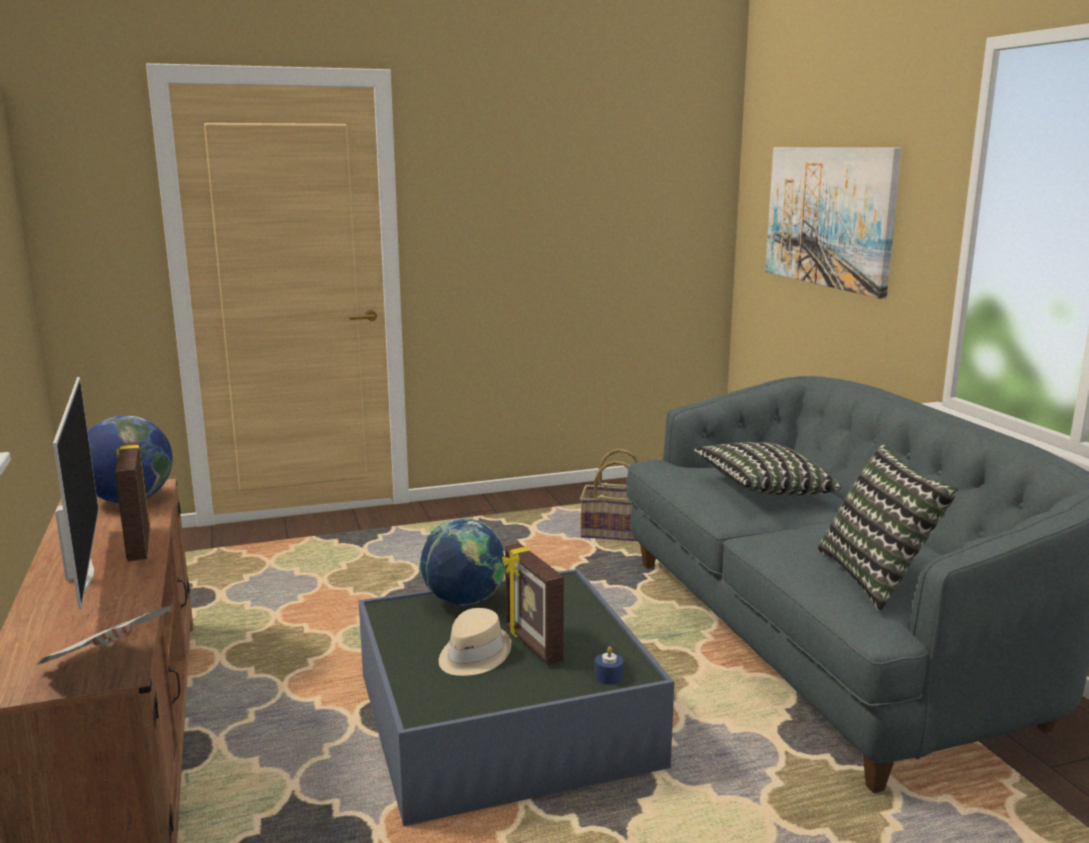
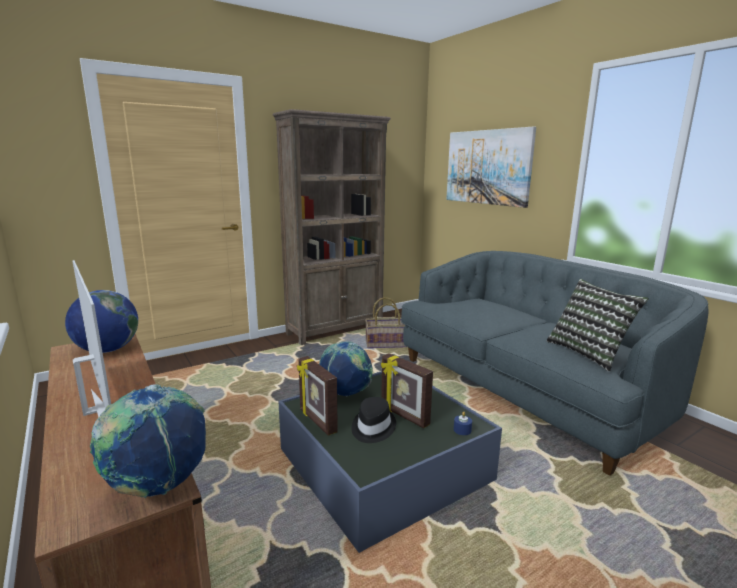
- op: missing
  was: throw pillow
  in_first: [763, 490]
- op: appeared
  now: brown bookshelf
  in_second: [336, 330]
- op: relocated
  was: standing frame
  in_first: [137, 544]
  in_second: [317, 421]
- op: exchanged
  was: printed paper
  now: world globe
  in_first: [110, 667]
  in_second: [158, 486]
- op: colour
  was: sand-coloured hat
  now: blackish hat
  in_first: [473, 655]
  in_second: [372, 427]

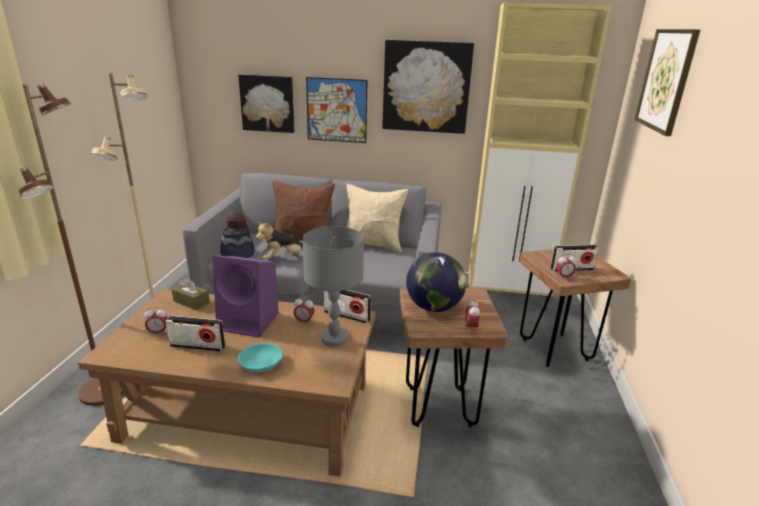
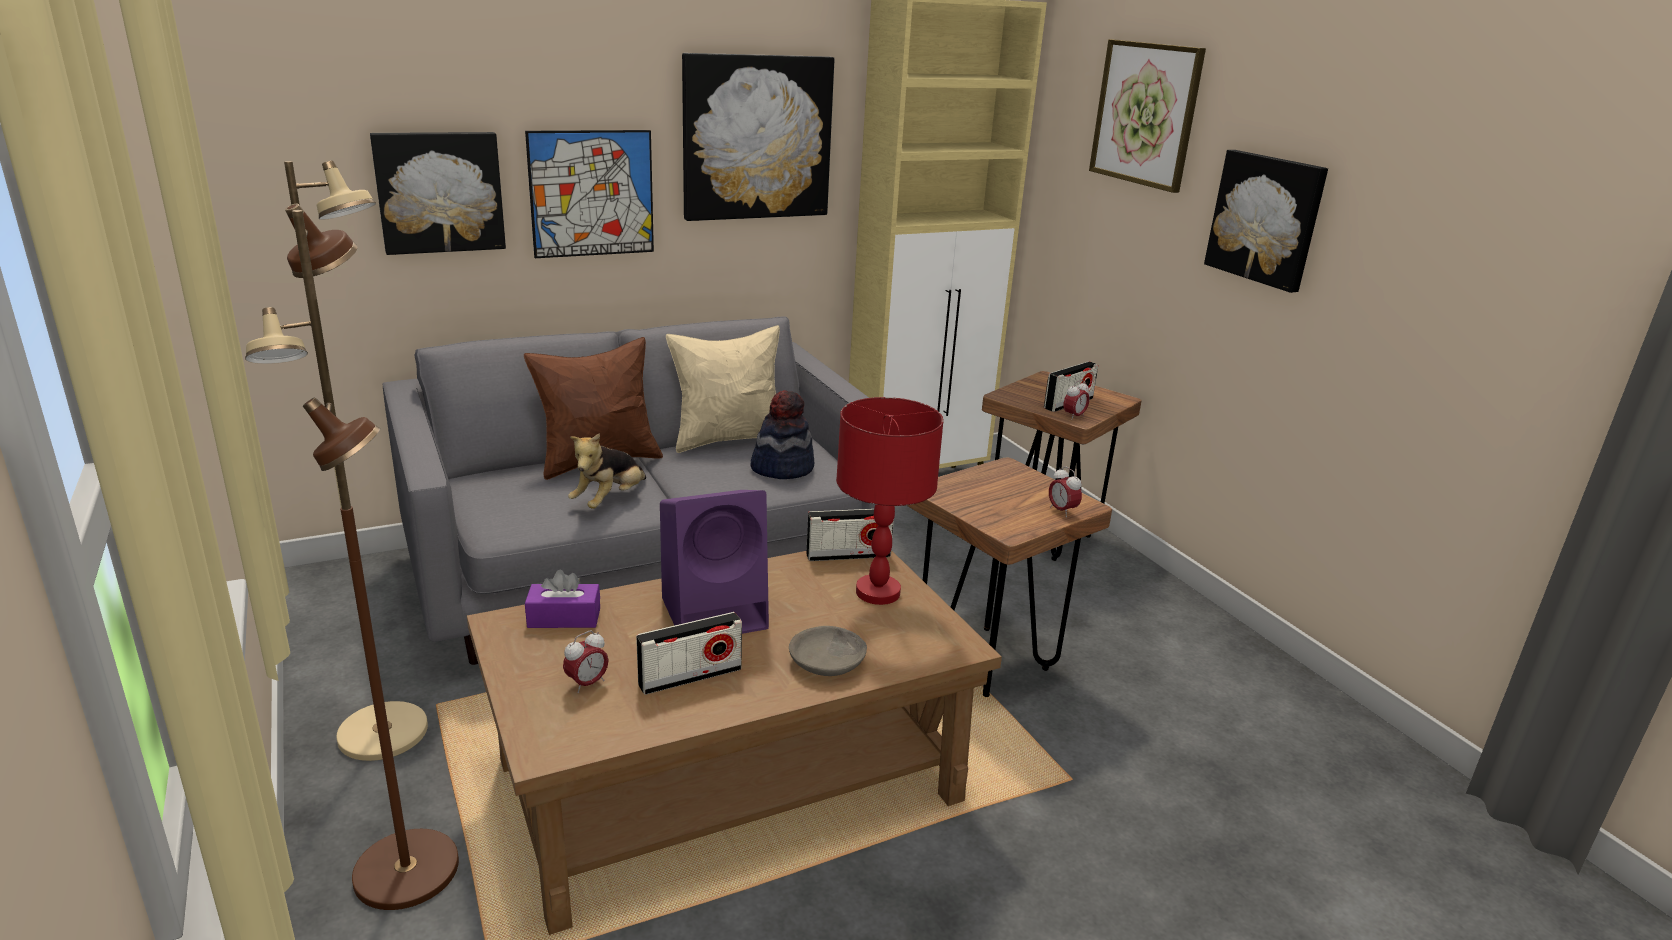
- op: missing
  was: bedside clock
  in_first: [304, 321]
- op: missing
  was: world globe
  in_first: [433, 307]
- op: appeared
  now: wall picture
  in_second: [1266, 219]
- op: relocated
  was: hat
  in_first: [238, 254]
  in_second: [782, 467]
- op: colour
  was: brown box of tissues
  now: purplish box of tissues
  in_first: [191, 302]
  in_second: [564, 618]
- op: colour
  was: blue-green serving bowl
  now: grey serving bowl
  in_first: [262, 363]
  in_second: [828, 662]
- op: colour
  was: grey table lamp
  now: reddish table lamp
  in_first: [334, 339]
  in_second: [877, 592]

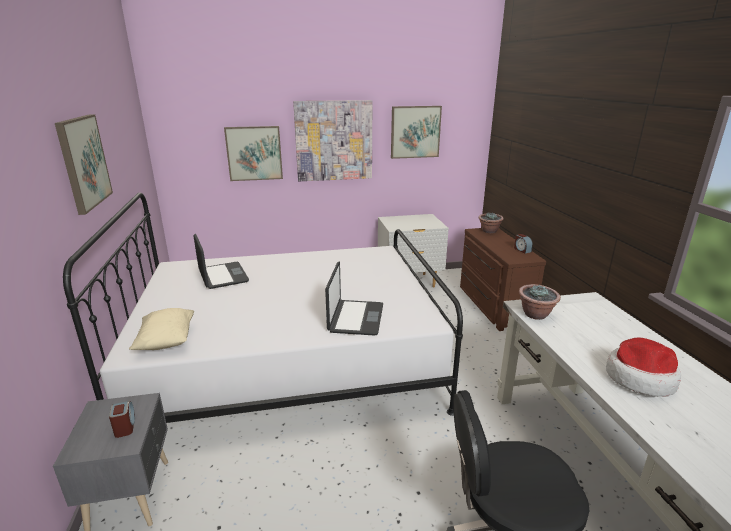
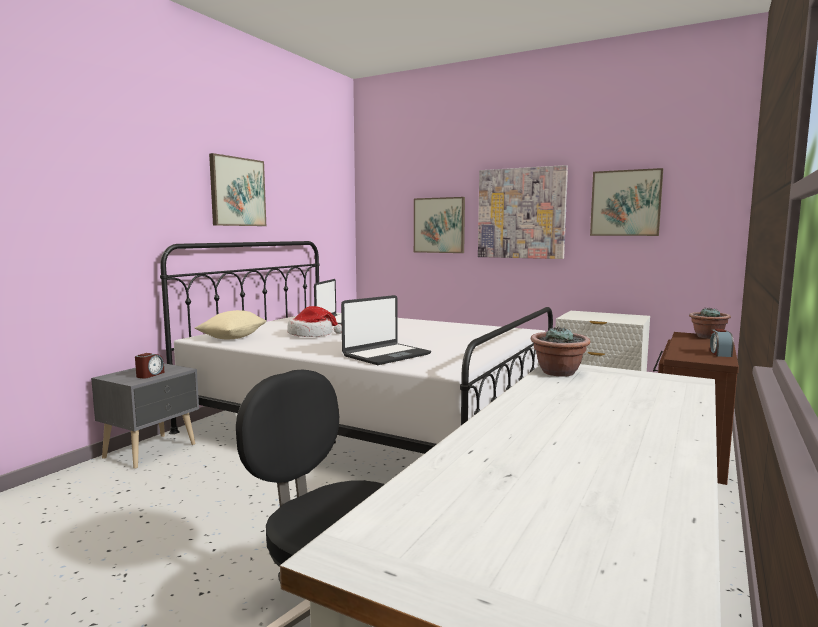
- op: relocated
  was: hat
  in_first: [639, 378]
  in_second: [312, 334]

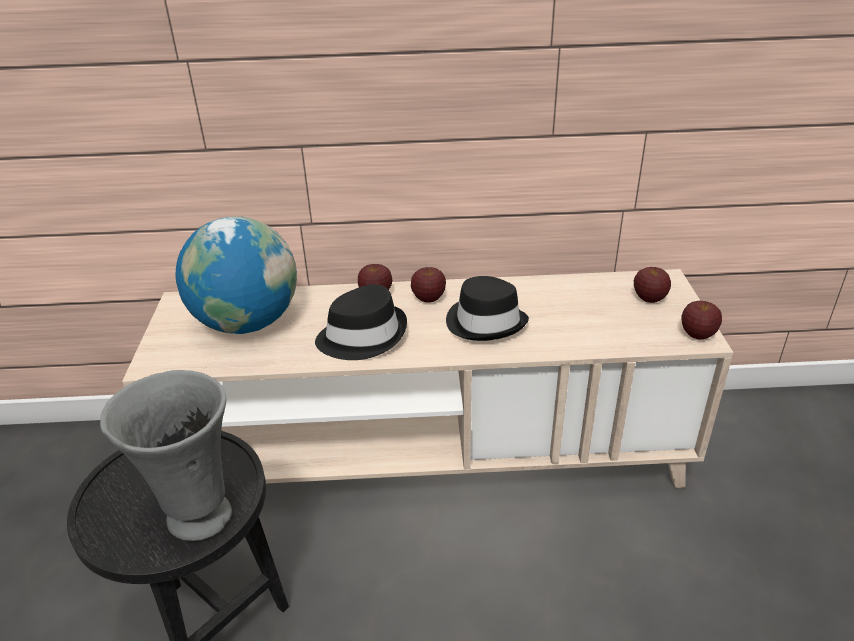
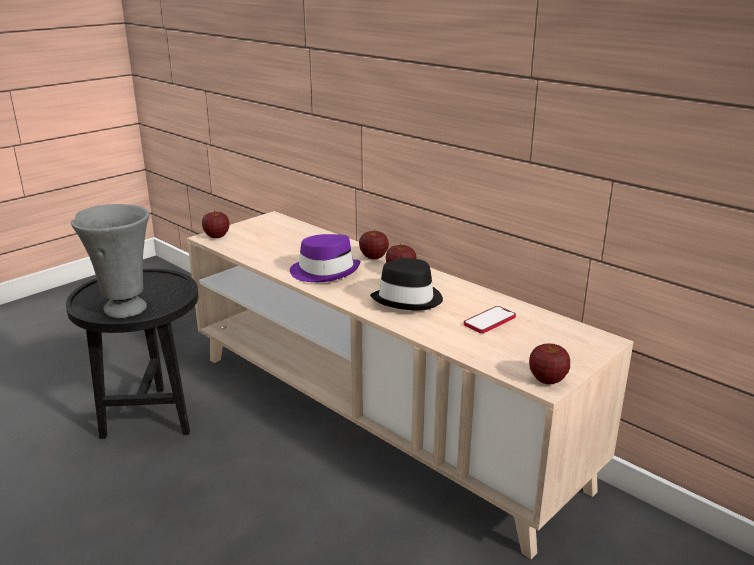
- op: missing
  was: world globe
  in_first: [247, 323]
- op: appeared
  now: phone
  in_second: [489, 321]
- op: relocated
  was: apple fruit
  in_first: [649, 298]
  in_second: [216, 236]
- op: colour
  was: blackish hat
  now: purplish hat
  in_first: [362, 336]
  in_second: [325, 271]

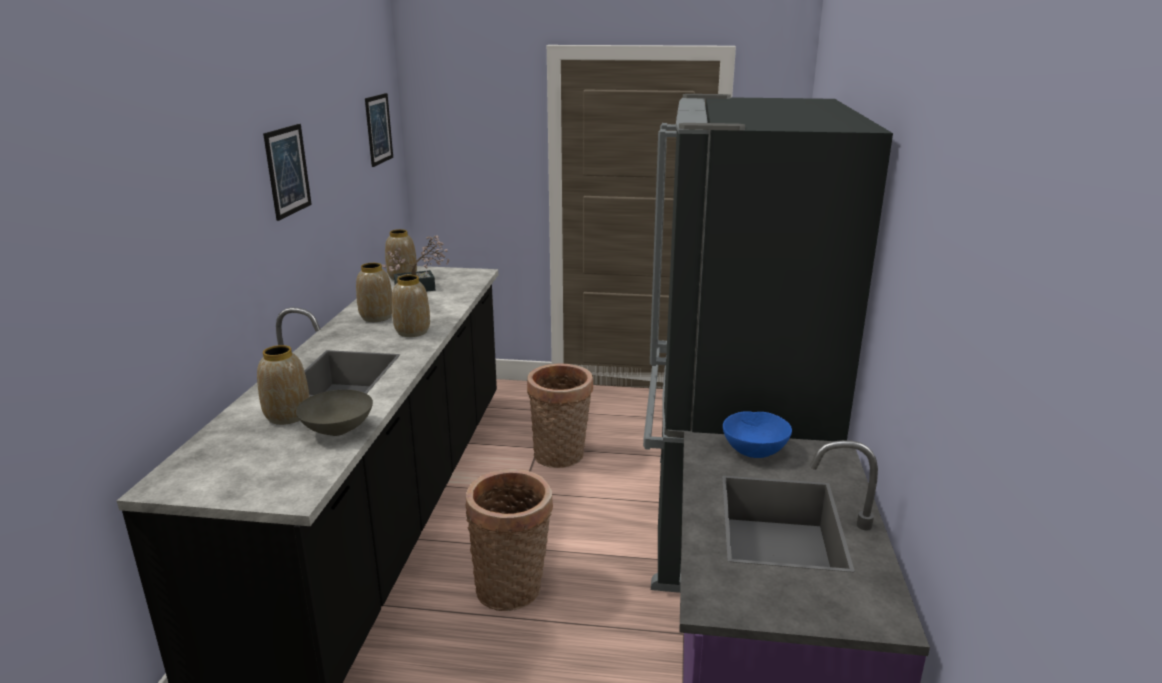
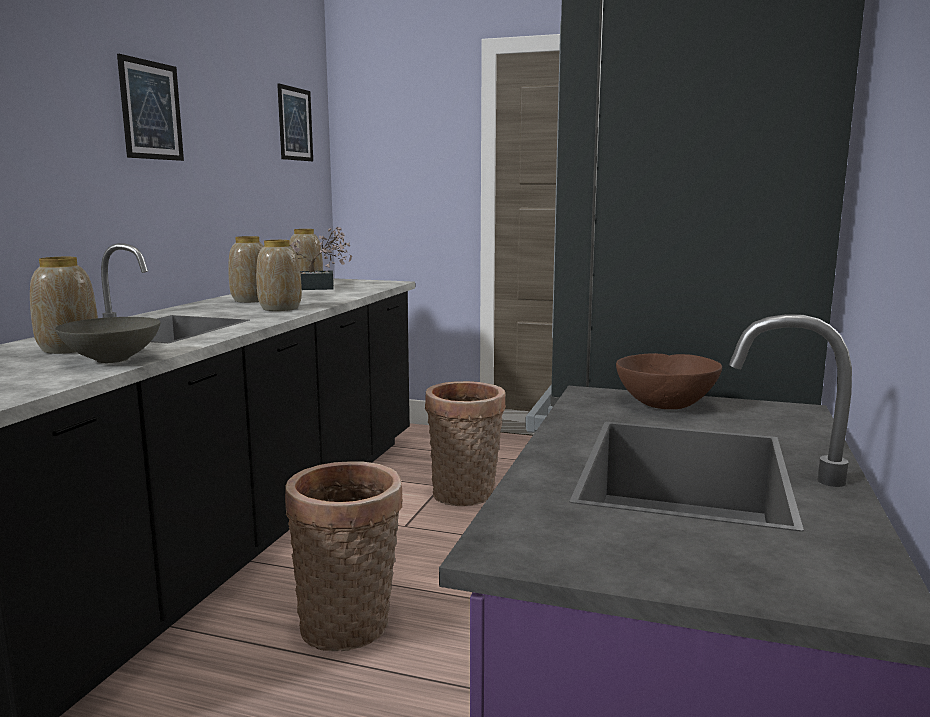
- op: colour
  was: blue-coloured serving bowl
  now: brown serving bowl
  in_first: [754, 450]
  in_second: [665, 404]

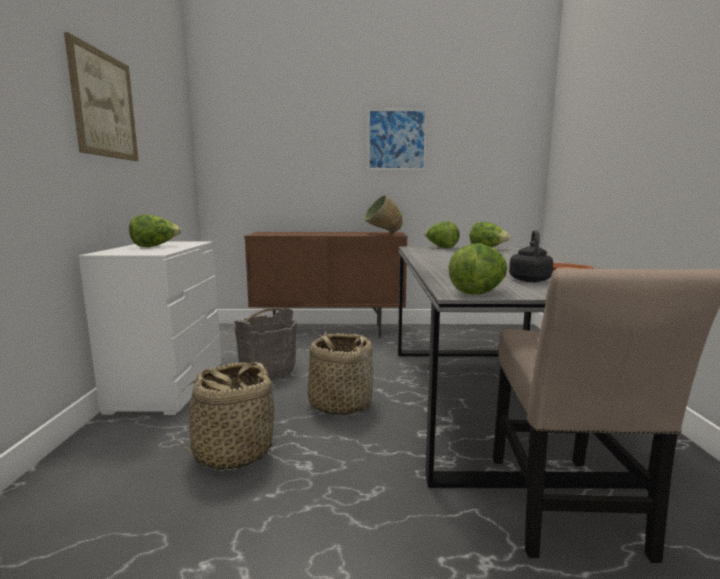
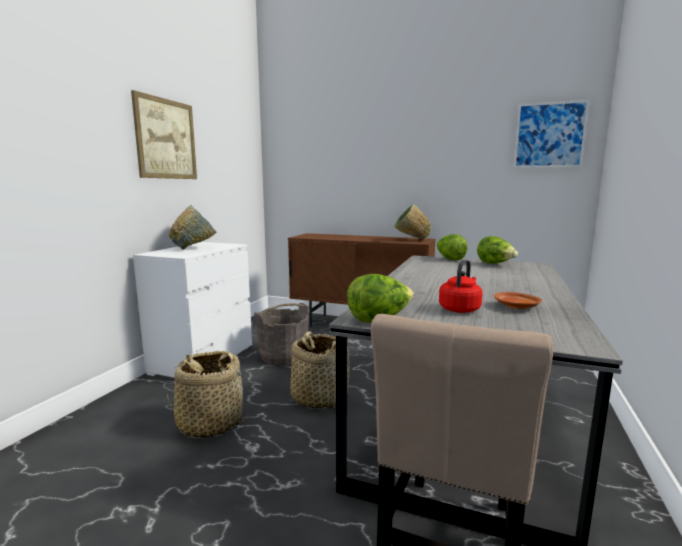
- op: relocated
  was: wall picture
  in_first: [396, 140]
  in_second: [549, 135]
- op: exchanged
  was: lettuce
  now: grey serving bowl
  in_first: [155, 246]
  in_second: [195, 248]
- op: colour
  was: blackish kettle
  now: reddish kettle
  in_first: [529, 279]
  in_second: [460, 309]

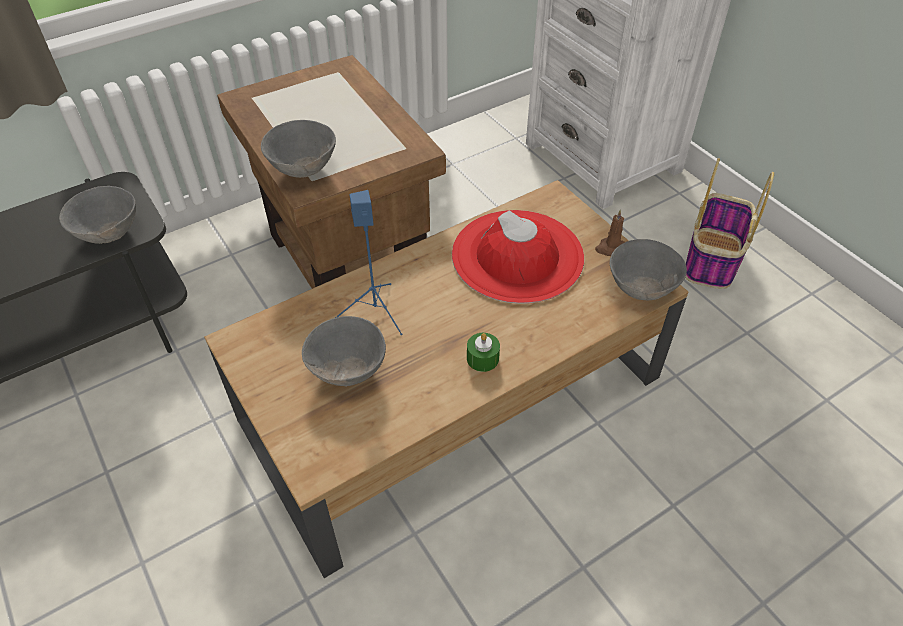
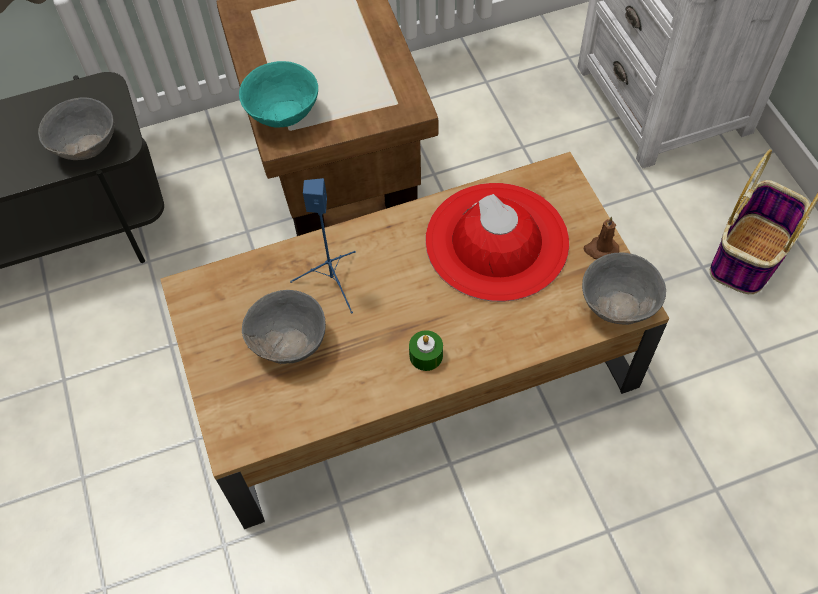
- op: colour
  was: grey serving bowl
  now: blue-green serving bowl
  in_first: [303, 170]
  in_second: [283, 116]

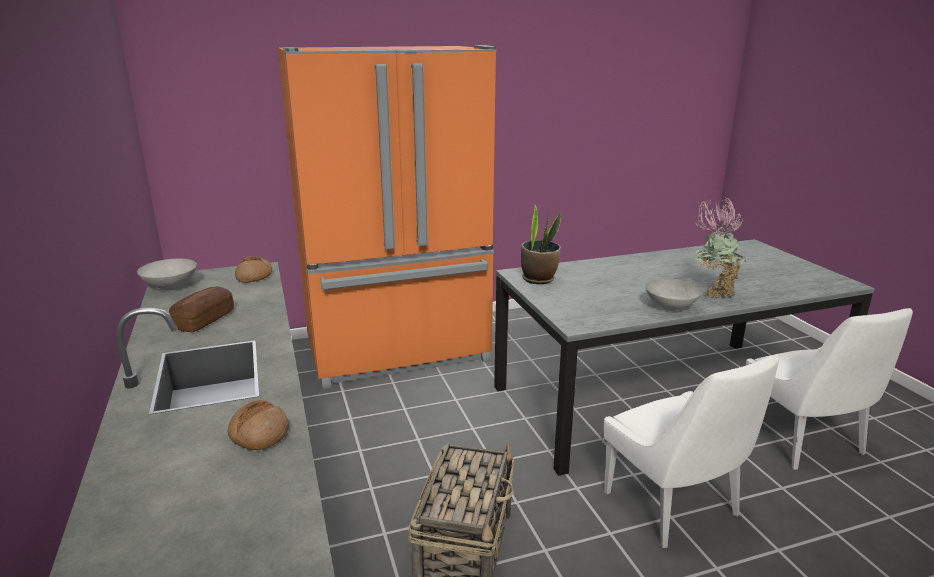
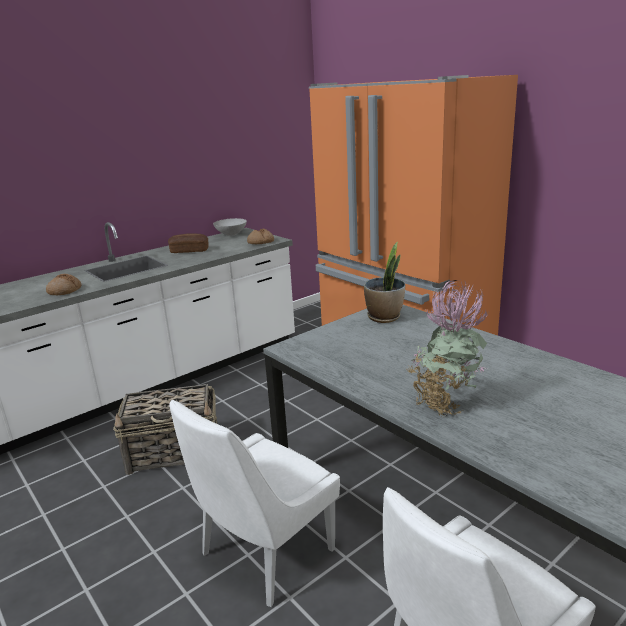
- op: missing
  was: grey serving bowl
  in_first: [671, 307]

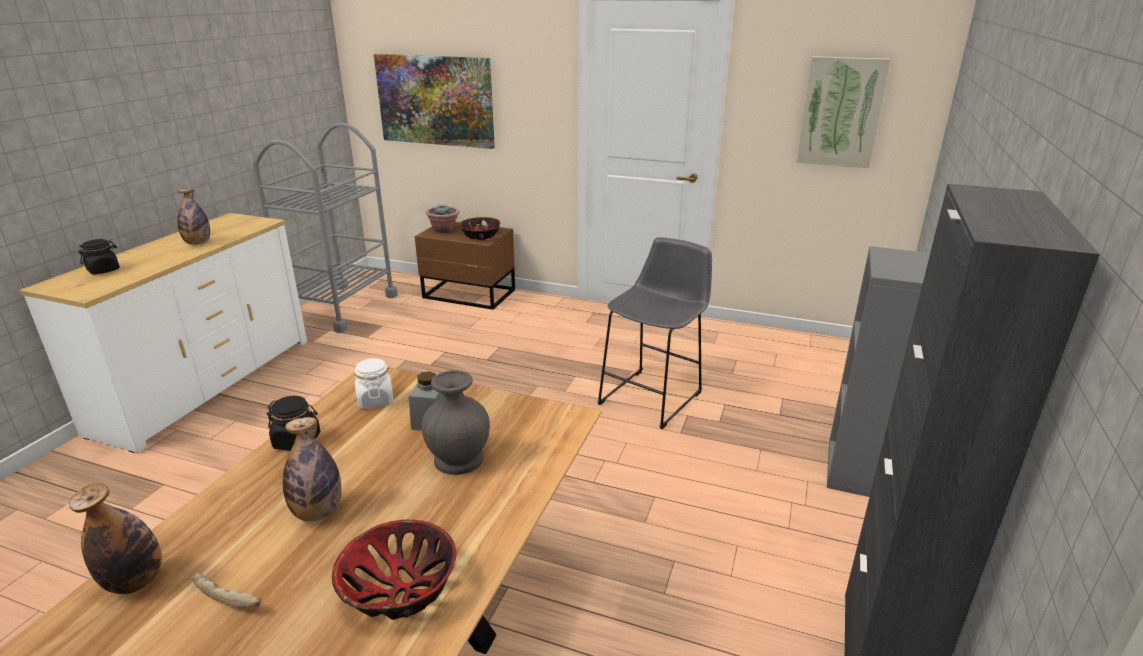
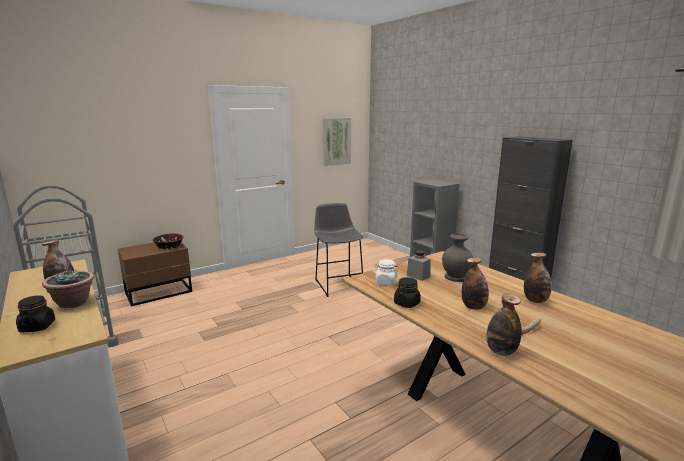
- op: missing
  was: wall picture
  in_first: [435, 100]
- op: relocated
  was: houseplant
  in_first: [444, 230]
  in_second: [73, 303]
- op: exchanged
  was: serving bowl
  now: drink bottle
  in_first: [398, 589]
  in_second: [535, 300]

